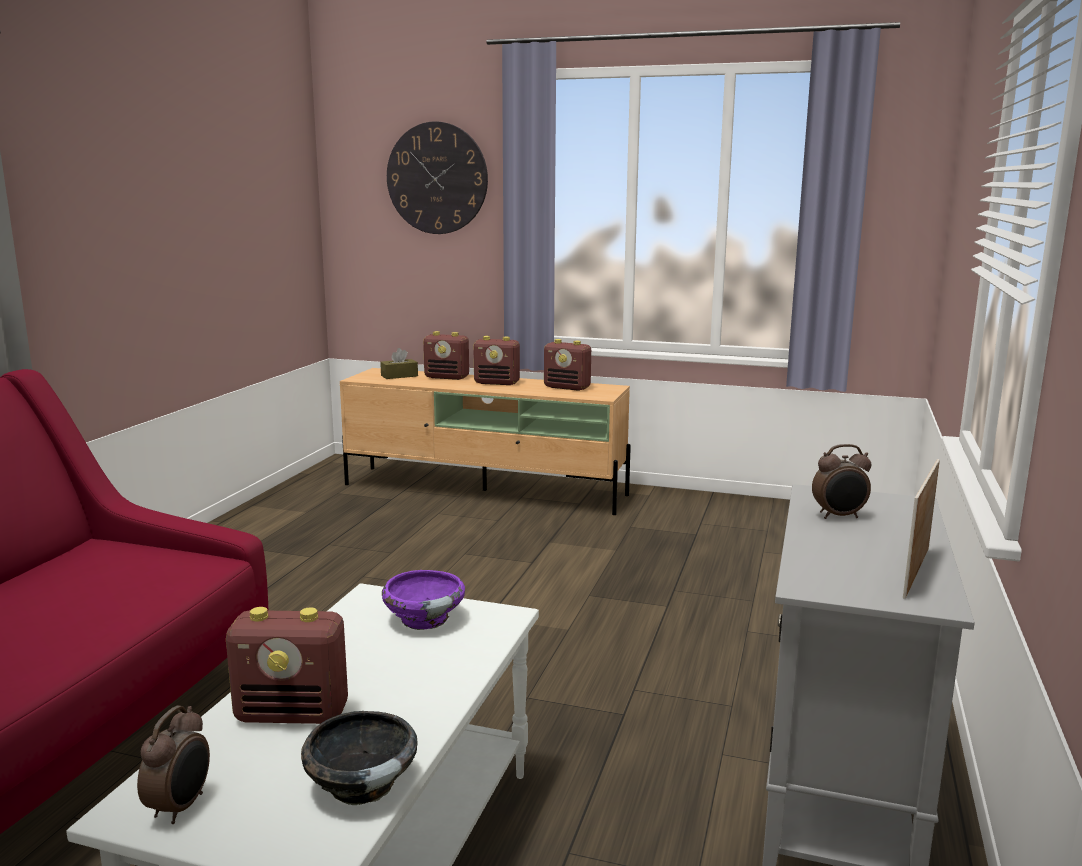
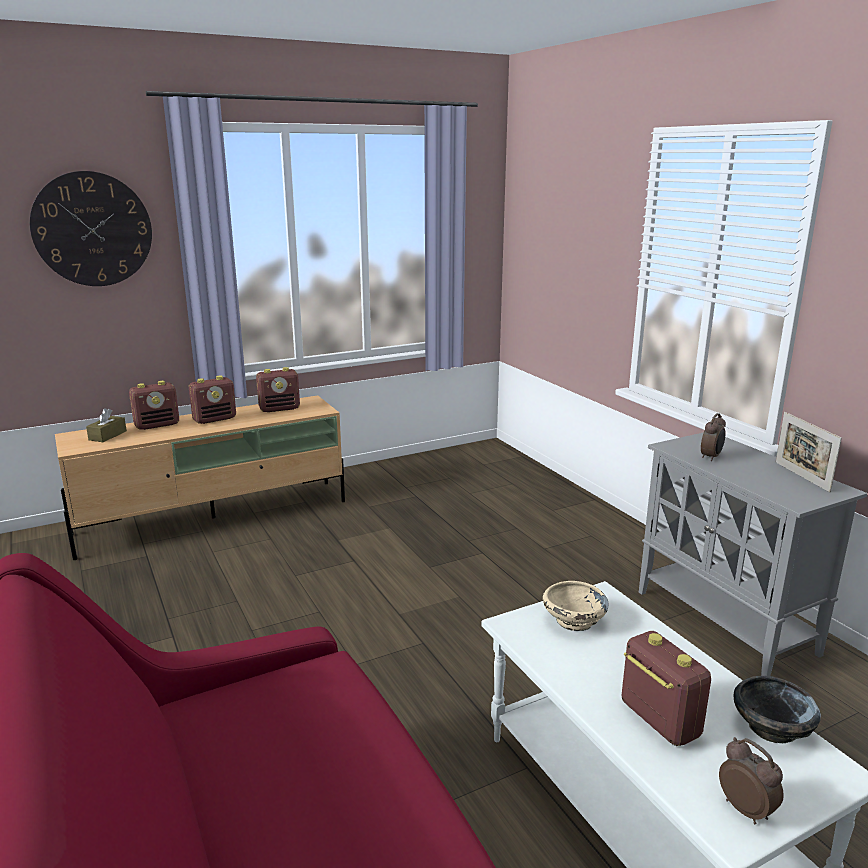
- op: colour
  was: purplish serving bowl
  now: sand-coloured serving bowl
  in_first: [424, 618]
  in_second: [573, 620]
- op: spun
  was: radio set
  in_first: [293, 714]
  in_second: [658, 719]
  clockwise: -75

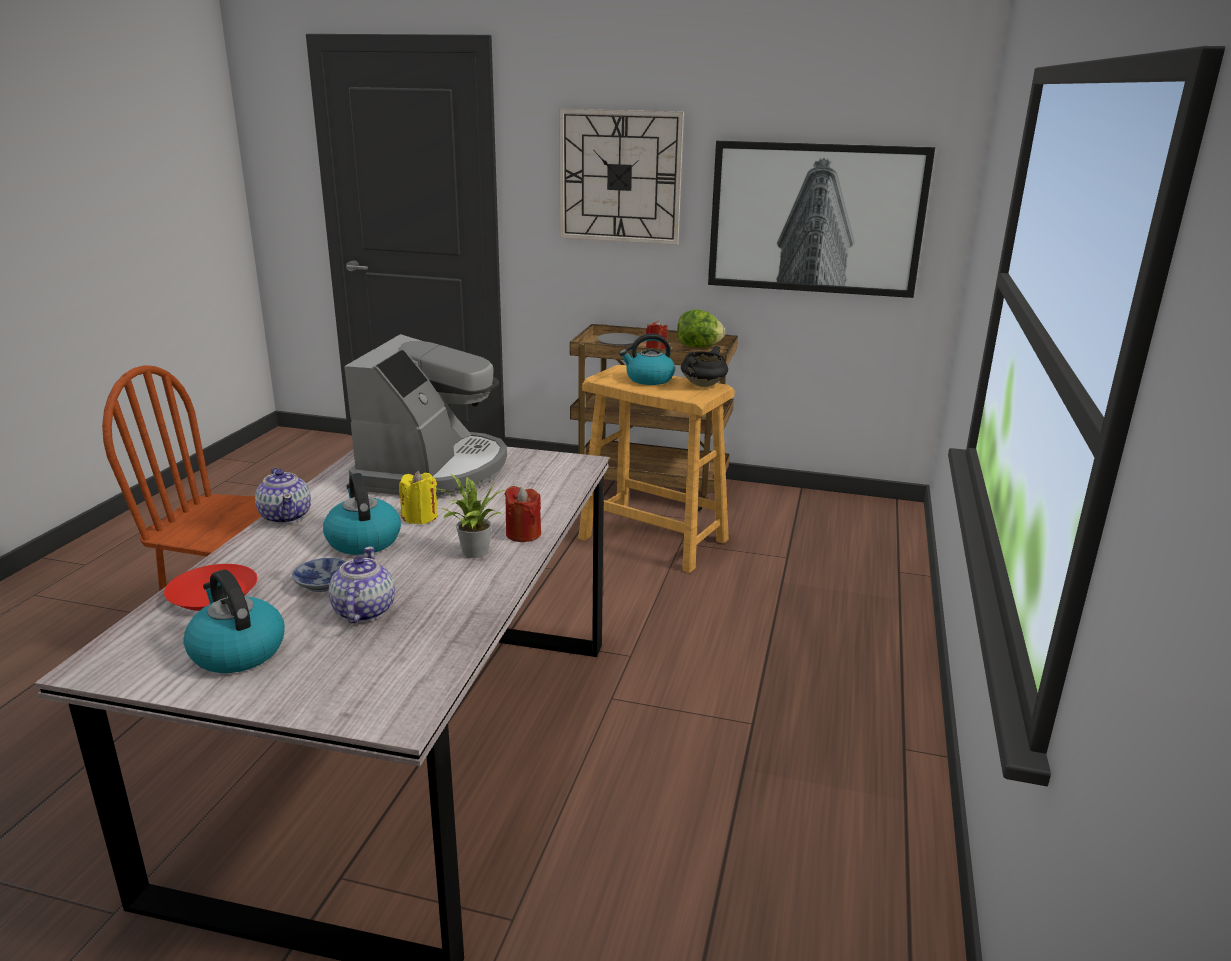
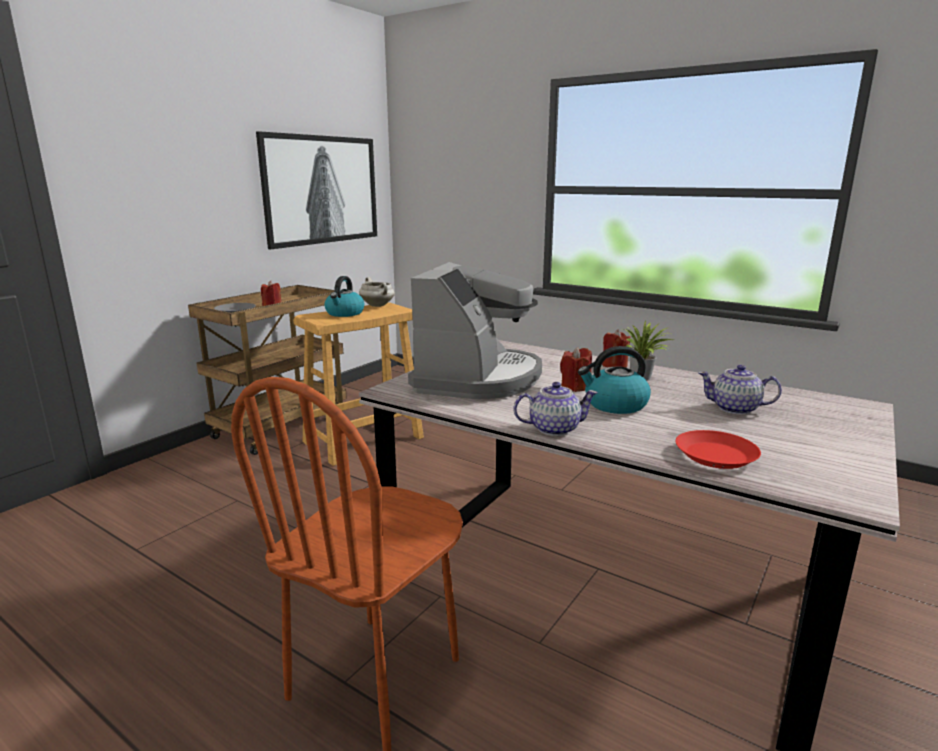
- op: missing
  was: kettle
  in_first: [236, 651]
- op: missing
  was: serving bowl
  in_first: [322, 585]
- op: missing
  was: hanging clock
  in_first: [620, 177]
- op: missing
  was: lettuce
  in_first: [698, 347]
- op: colour
  was: yellow candle
  now: reddish candle
  in_first: [420, 517]
  in_second: [575, 387]
- op: colour
  was: blackish stockpot
  now: whitish stockpot
  in_first: [703, 385]
  in_second: [378, 306]
- op: spun
  was: coffee brewer
  in_first: [433, 470]
  in_second: [478, 378]
  clockwise: 75

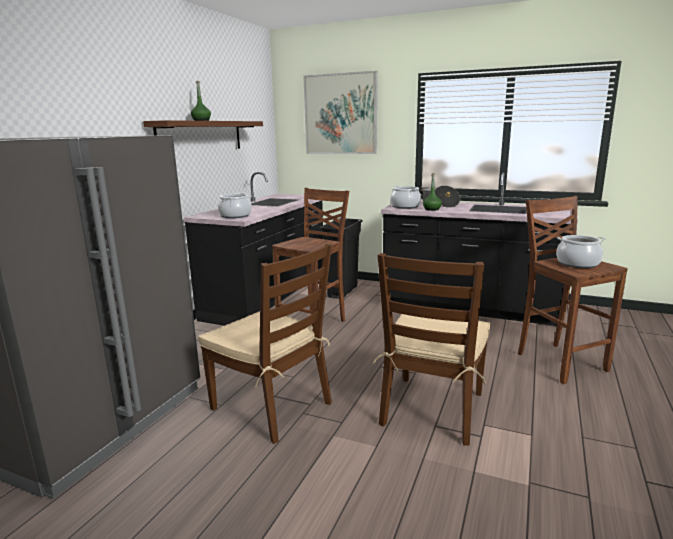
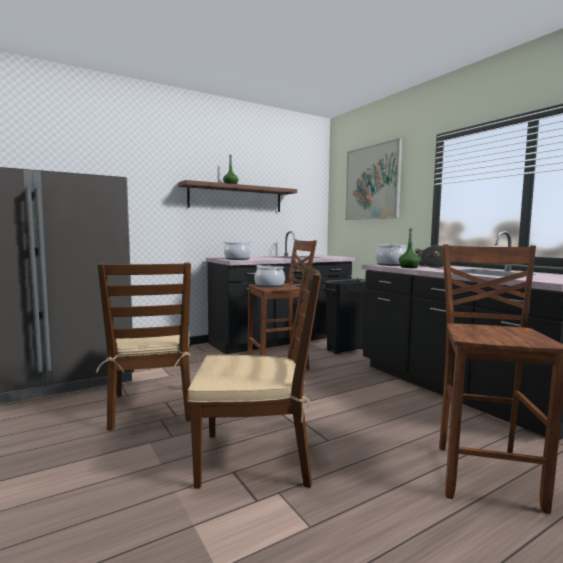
- op: relocated
  was: stockpot
  in_first: [577, 263]
  in_second: [269, 285]
- op: spun
  was: brown chair
  in_first: [432, 409]
  in_second: [256, 458]
  clockwise: -150

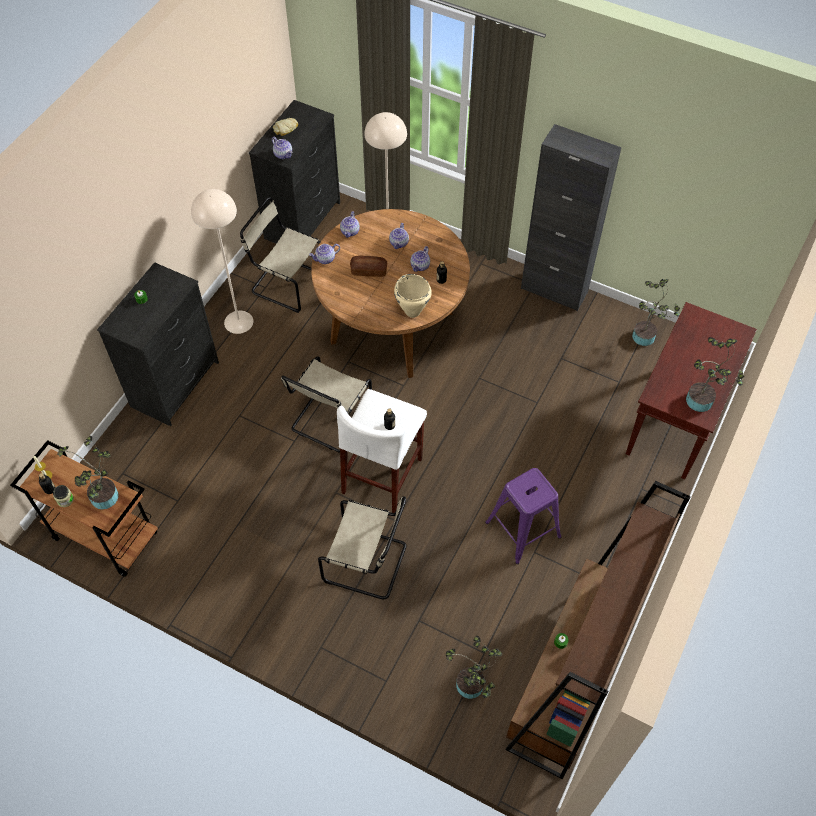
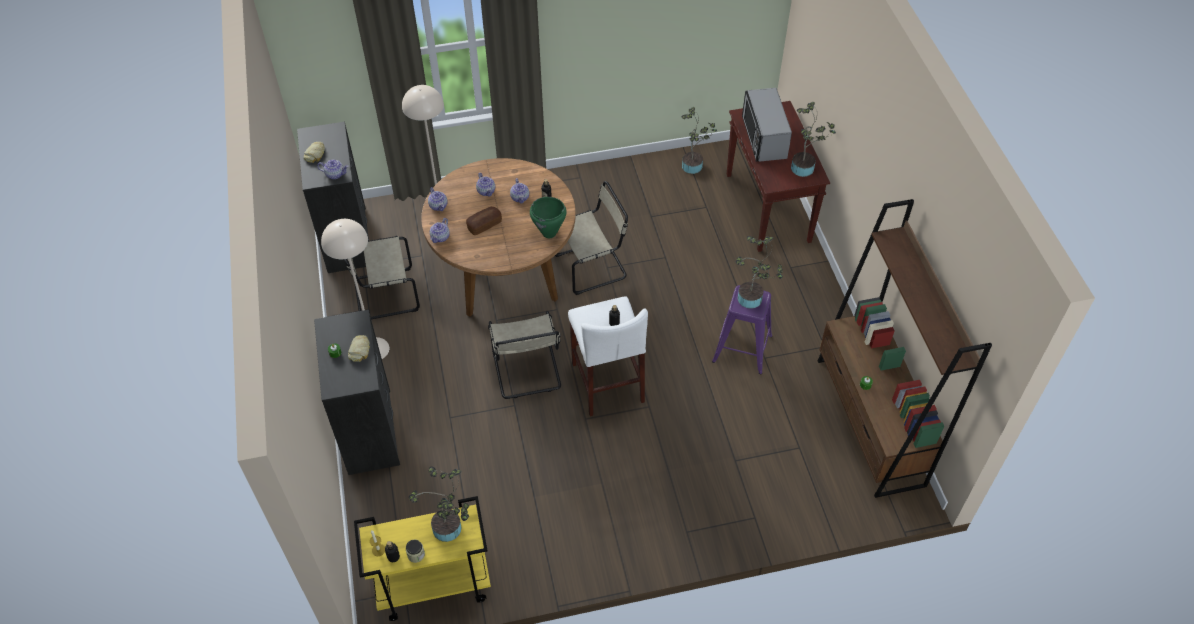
- op: missing
  was: blackish cabinet
  in_first: [554, 290]
- op: appeared
  now: bread
  in_second: [360, 350]
- op: appeared
  now: kitchen microwave
  in_second: [763, 138]
- op: relocated
  was: sand-coloured chair
  in_first: [368, 563]
  in_second: [593, 266]
- op: relocated
  was: houseplant
  in_first: [471, 688]
  in_second: [752, 299]
- op: colour
  was: brown wheeled cart
  now: yellow wheeled cart
  in_first: [104, 536]
  in_second: [433, 586]
- op: colour
  was: sand-coloured stockpot
  now: greenish stockpot
  in_first: [412, 312]
  in_second: [549, 233]

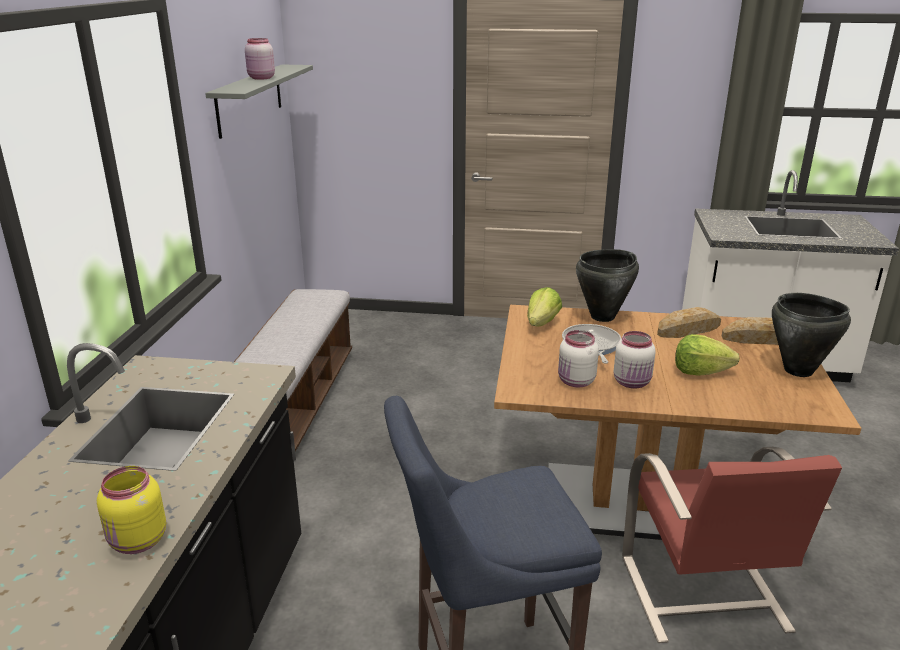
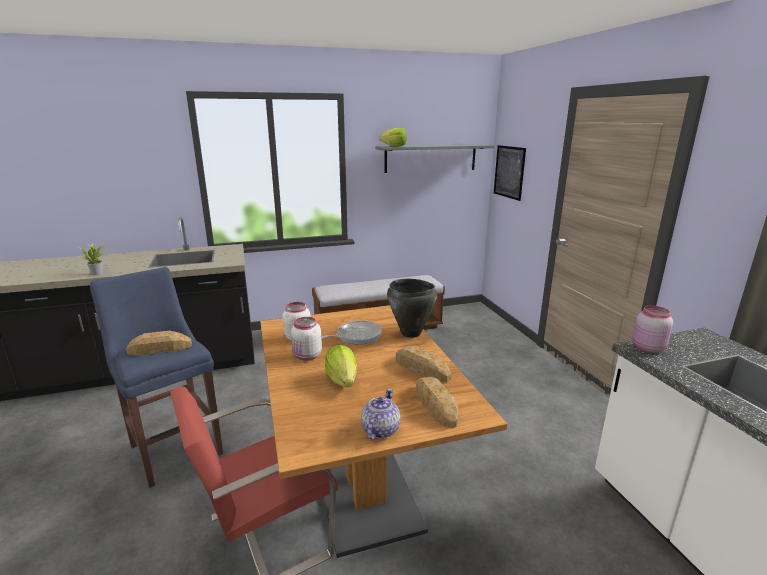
- op: appeared
  now: bread
  in_second: [160, 349]
- op: appeared
  now: wall picture
  in_second: [509, 172]
- op: relocated
  was: pinkish preserve jar
  in_first: [261, 78]
  in_second: [647, 348]
- op: relocated
  was: lettuce
  in_first: [541, 323]
  in_second: [394, 146]
- op: exchanged
  was: yellow preserve jar
  now: houseplant
  in_first: [137, 542]
  in_second: [99, 273]
- op: exchanged
  was: blackish stockpot
  now: pot for tea
  in_first: [798, 371]
  in_second: [380, 430]

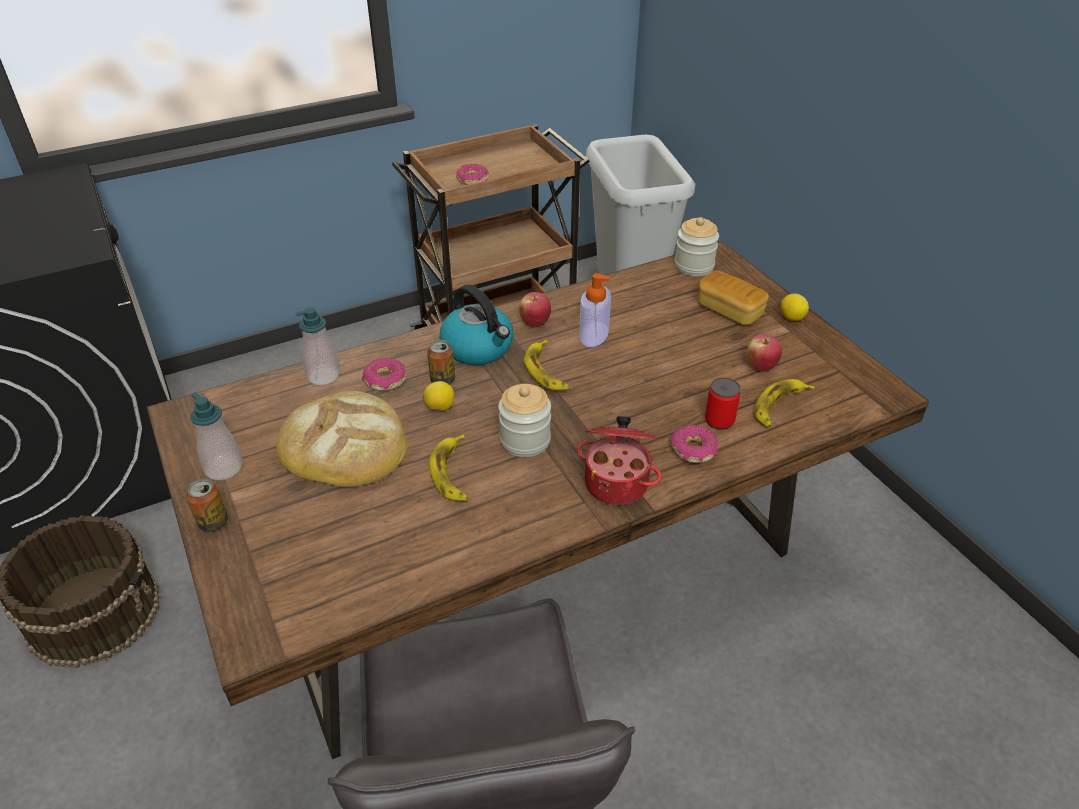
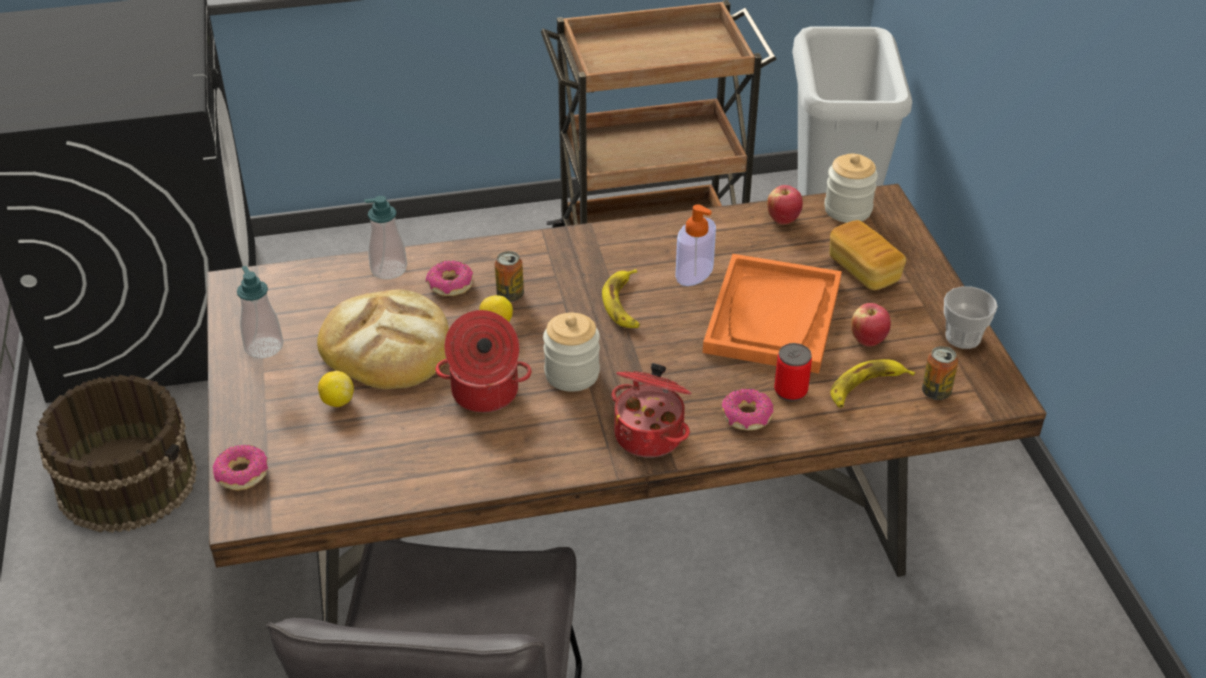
- op: missing
  was: kettle
  in_first: [479, 348]
- op: appeared
  now: orange carrying tray
  in_second: [773, 317]
- op: appeared
  now: cup
  in_second: [963, 337]
- op: relocated
  was: metal can
  in_first: [213, 523]
  in_second: [936, 392]
- op: relocated
  was: donut
  in_first: [472, 180]
  in_second: [242, 474]
- op: relocated
  was: apple fruit
  in_first: [535, 323]
  in_second: [783, 219]
- op: relocated
  was: citrus fruit
  in_first: [791, 318]
  in_second: [337, 401]
- op: exchanged
  was: banana
  now: stockpot
  in_first: [452, 473]
  in_second: [484, 393]

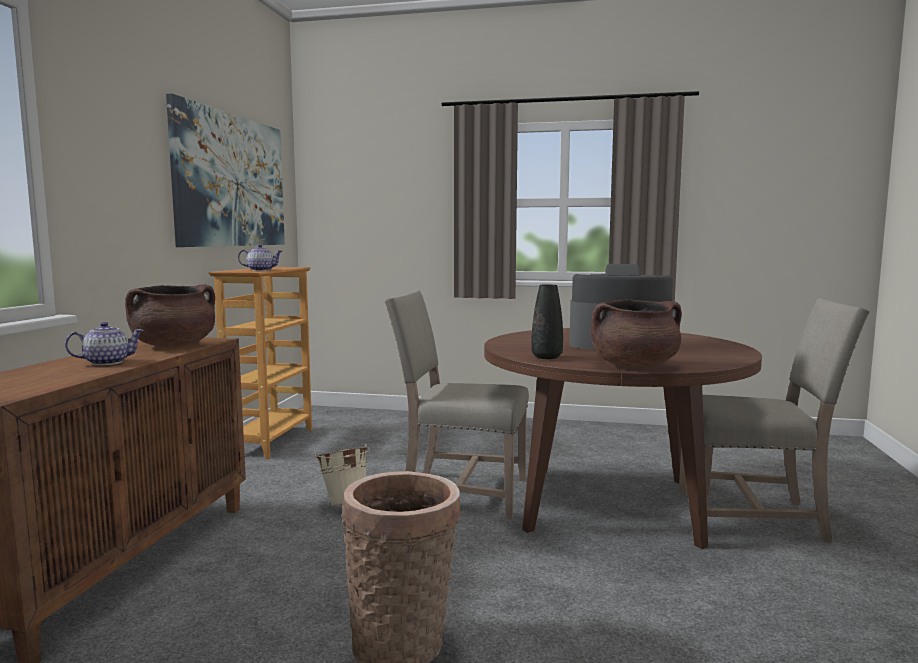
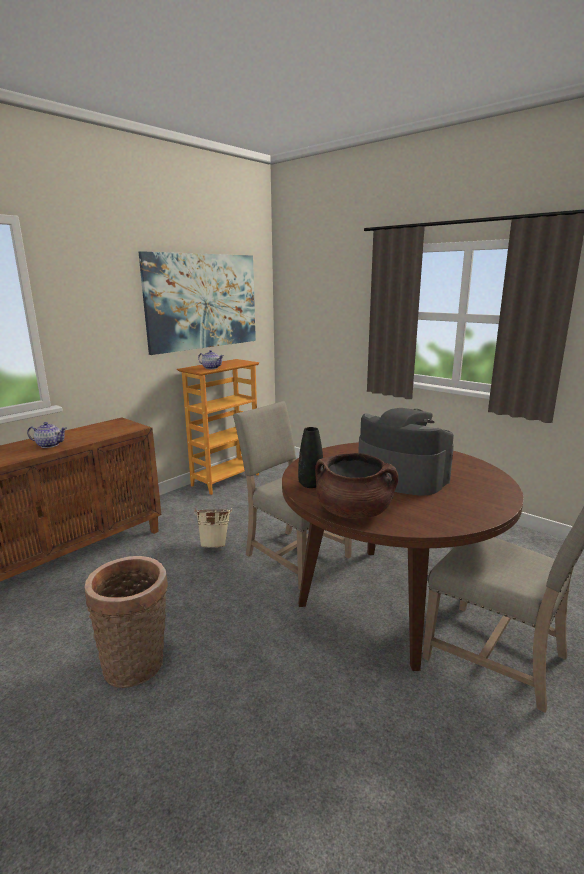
- op: missing
  was: brown stockpot
  in_first: [174, 345]

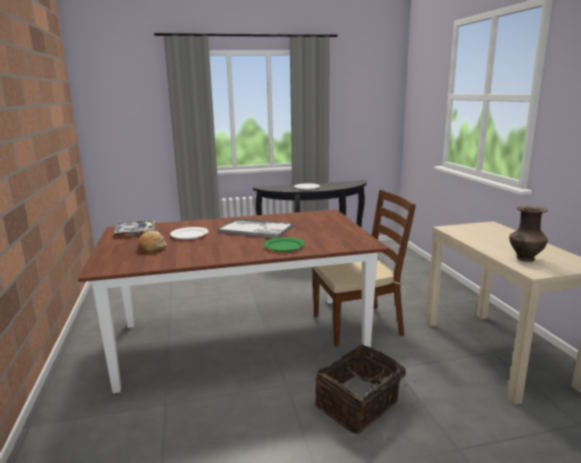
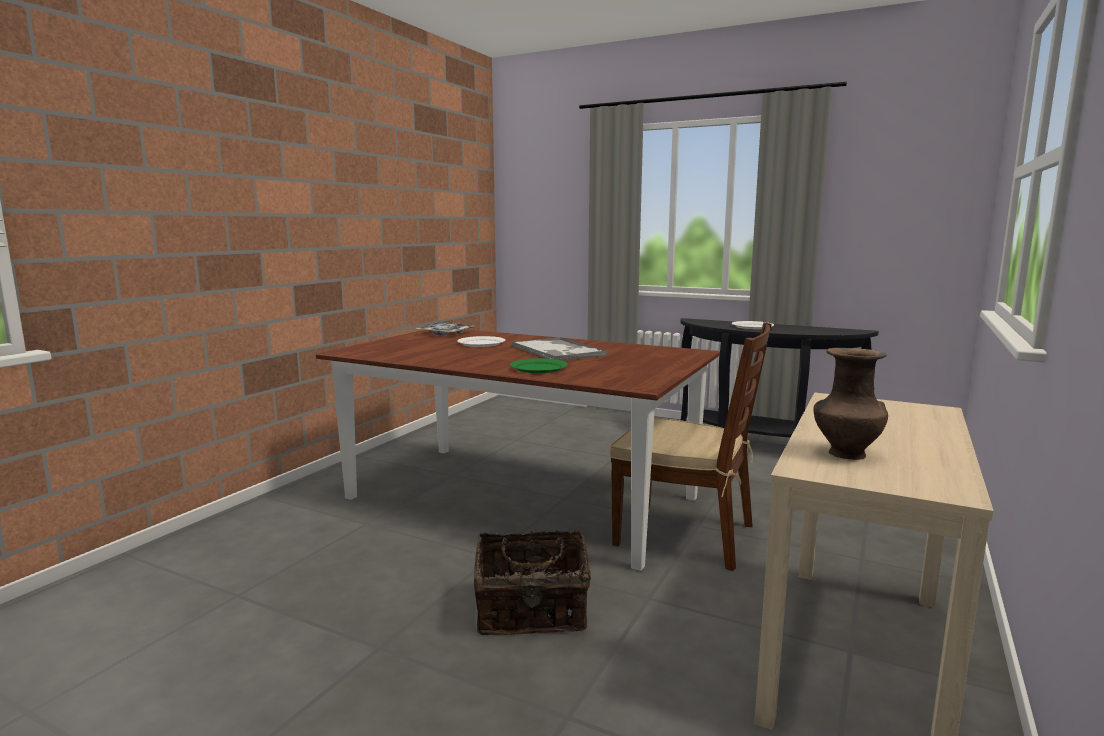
- op: missing
  was: bread
  in_first: [152, 247]

